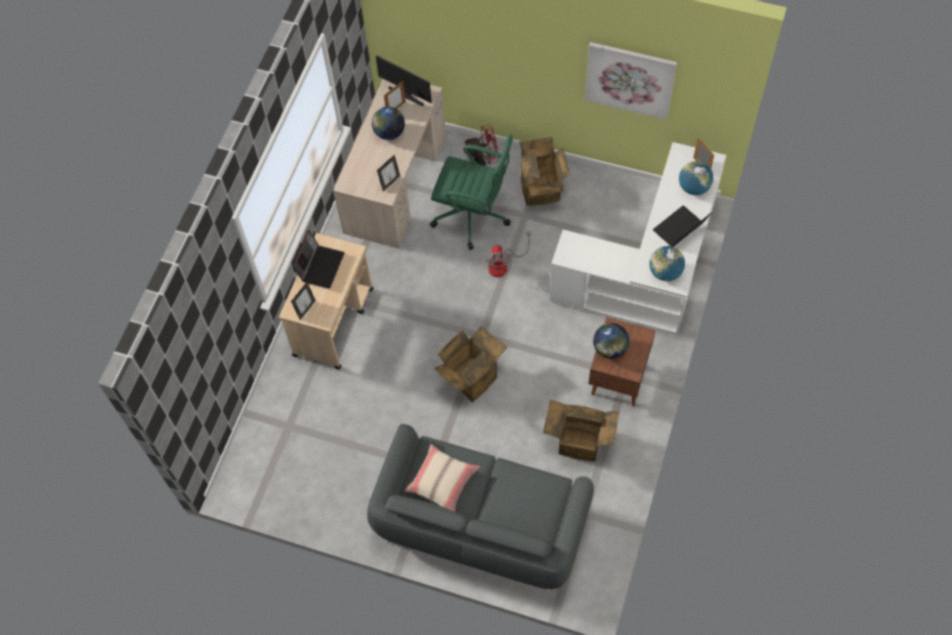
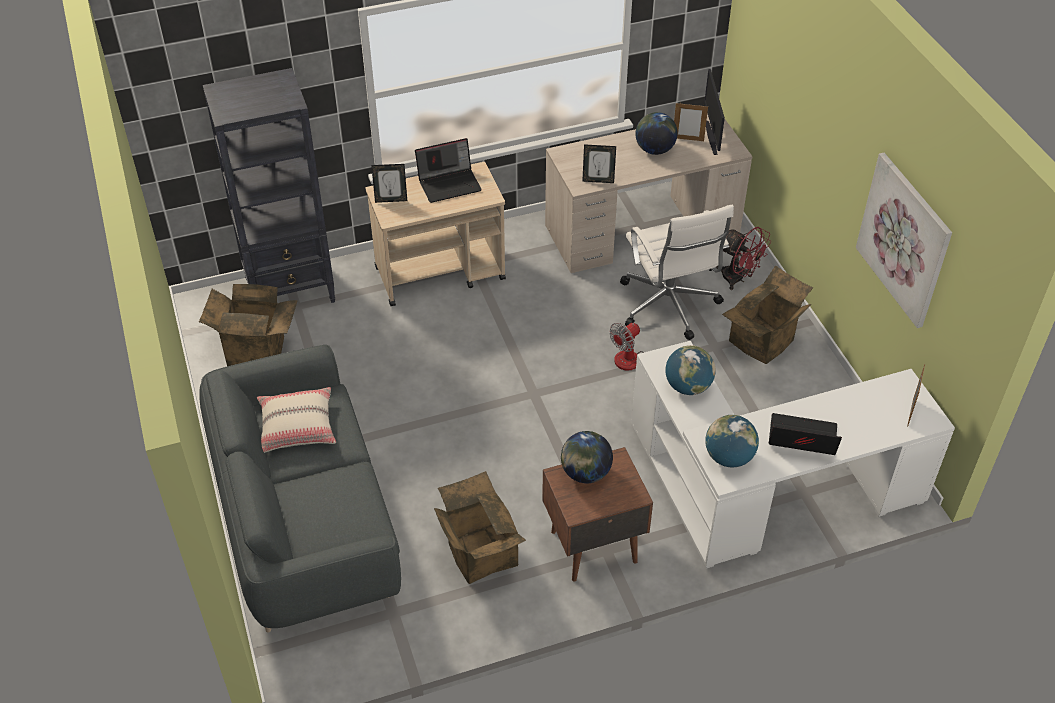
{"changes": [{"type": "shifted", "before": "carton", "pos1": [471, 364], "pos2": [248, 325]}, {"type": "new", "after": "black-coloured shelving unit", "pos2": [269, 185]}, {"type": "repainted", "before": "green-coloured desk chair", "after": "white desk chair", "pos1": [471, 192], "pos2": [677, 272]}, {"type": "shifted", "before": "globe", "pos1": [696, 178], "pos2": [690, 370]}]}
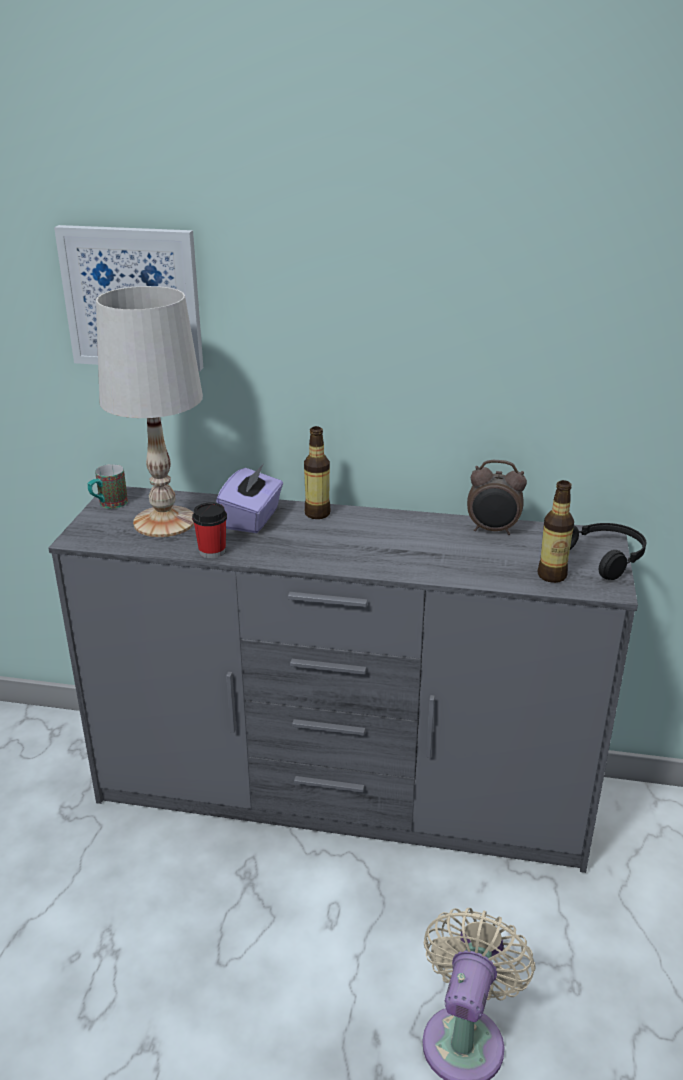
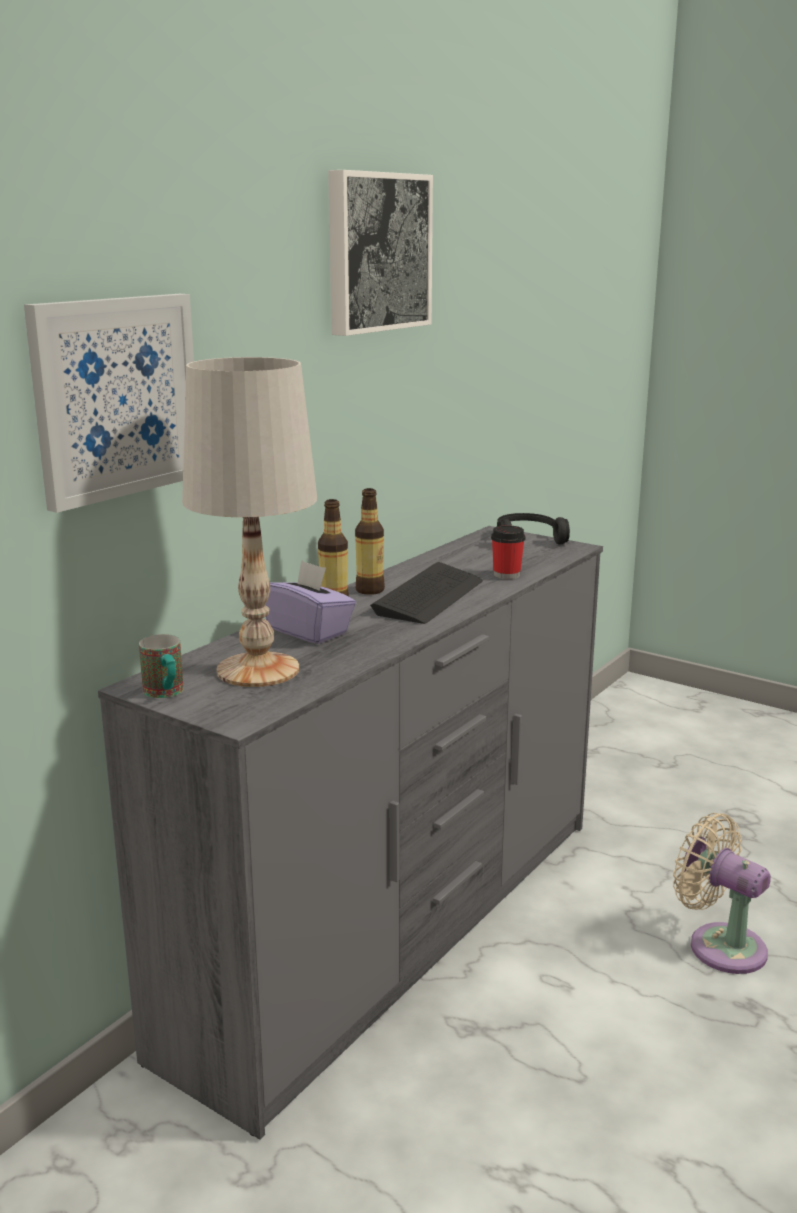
{"changes": [{"type": "new", "after": "picture", "pos2": [380, 253]}, {"type": "shifted", "before": "drink bottle", "pos1": [556, 531], "pos2": [370, 541]}, {"type": "new", "after": "computer keyboard", "pos2": [426, 593]}, {"type": "shifted", "before": "drinking cup", "pos1": [209, 530], "pos2": [508, 552]}, {"type": "gone", "before": "alarm clock", "pos1": [497, 497]}]}
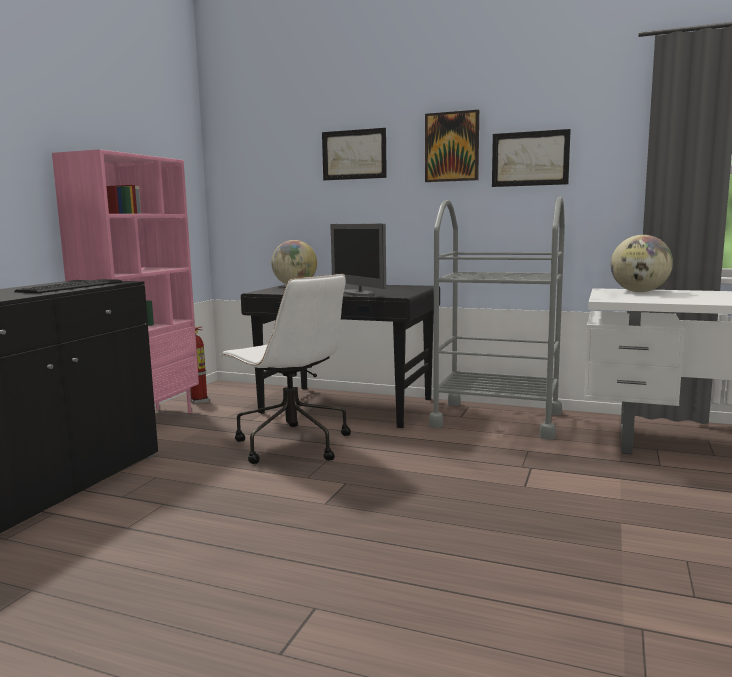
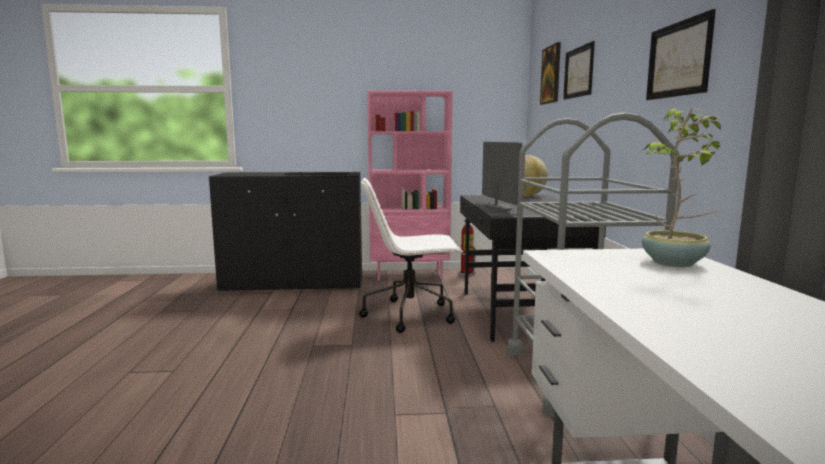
{"changes": [{"type": "rotated", "before": "white desk chair", "pos1": [285, 369], "pos2": [411, 255], "turn": 60}, {"type": "rotated", "before": "monitor", "pos1": [358, 259], "pos2": [502, 176], "turn": 135}, {"type": "shifted", "before": "picture", "pos1": [452, 146], "pos2": [550, 73]}, {"type": "swapped", "before": "globe", "after": "potted plant", "pos1": [641, 263], "pos2": [683, 187]}]}
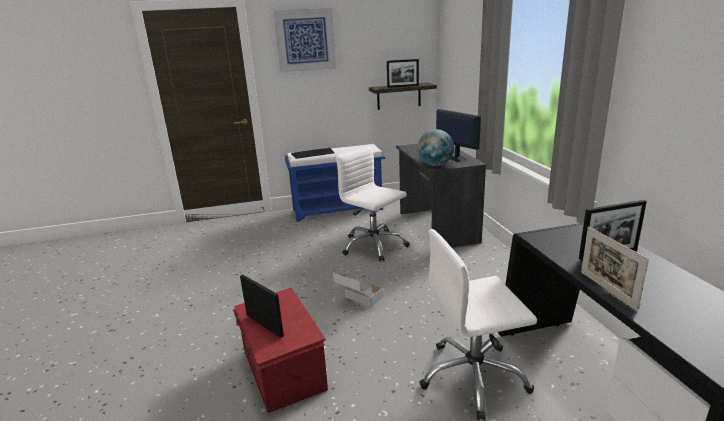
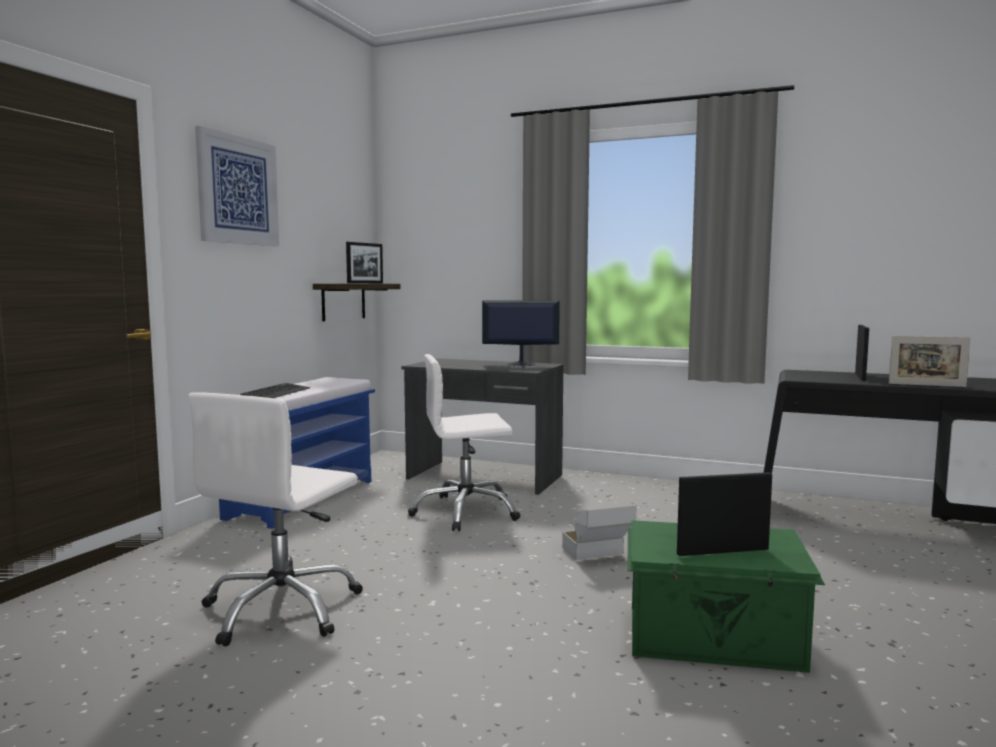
{"changes": [{"type": "shifted", "before": "white desk chair", "pos1": [478, 324], "pos2": [275, 519]}, {"type": "repainted", "before": "red storage bin", "after": "green-coloured storage bin", "pos1": [280, 350], "pos2": [726, 596]}, {"type": "gone", "before": "globe", "pos1": [435, 147]}]}
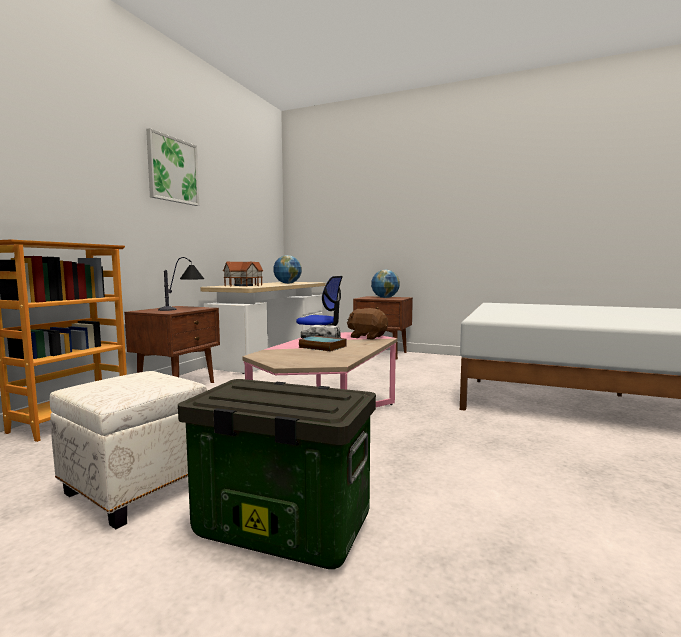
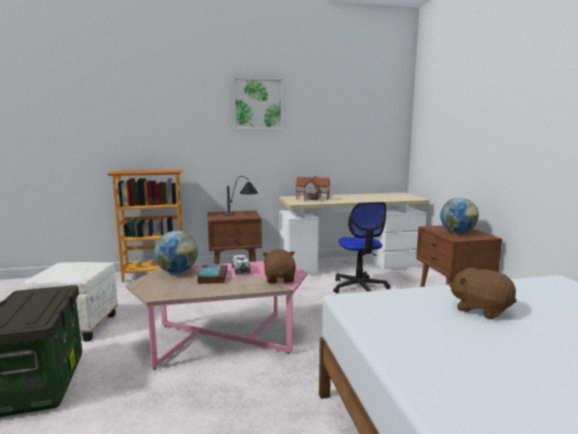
{"changes": [{"type": "shifted", "before": "globe", "pos1": [287, 269], "pos2": [176, 252]}, {"type": "new", "after": "brown soft toy", "pos2": [482, 293]}]}
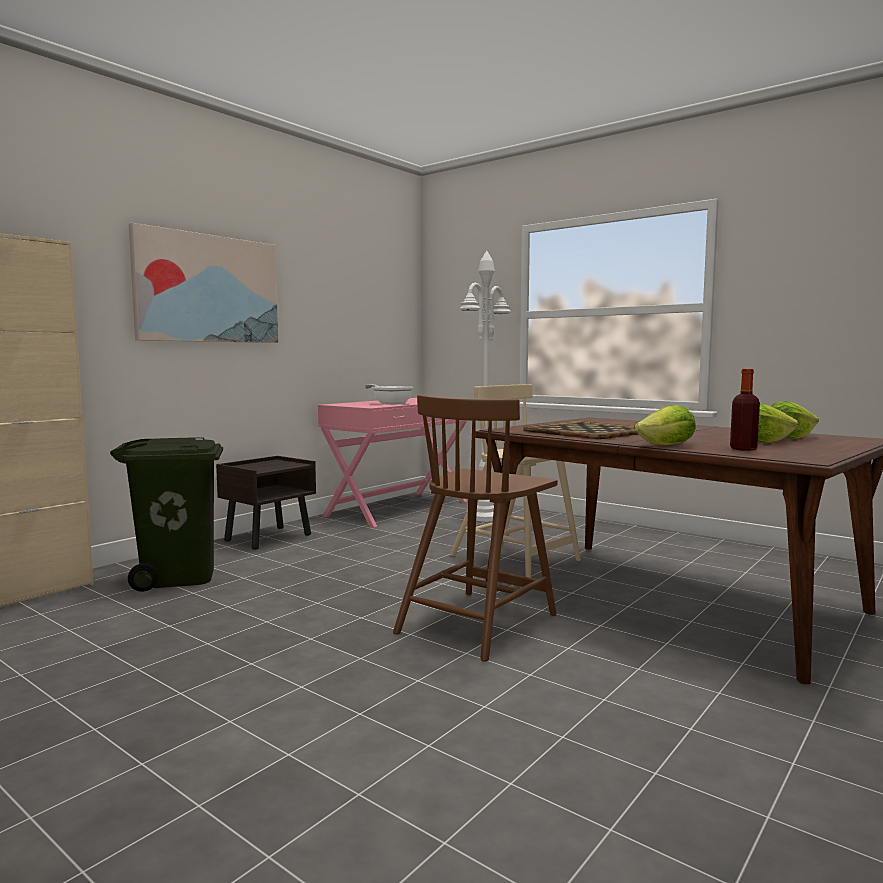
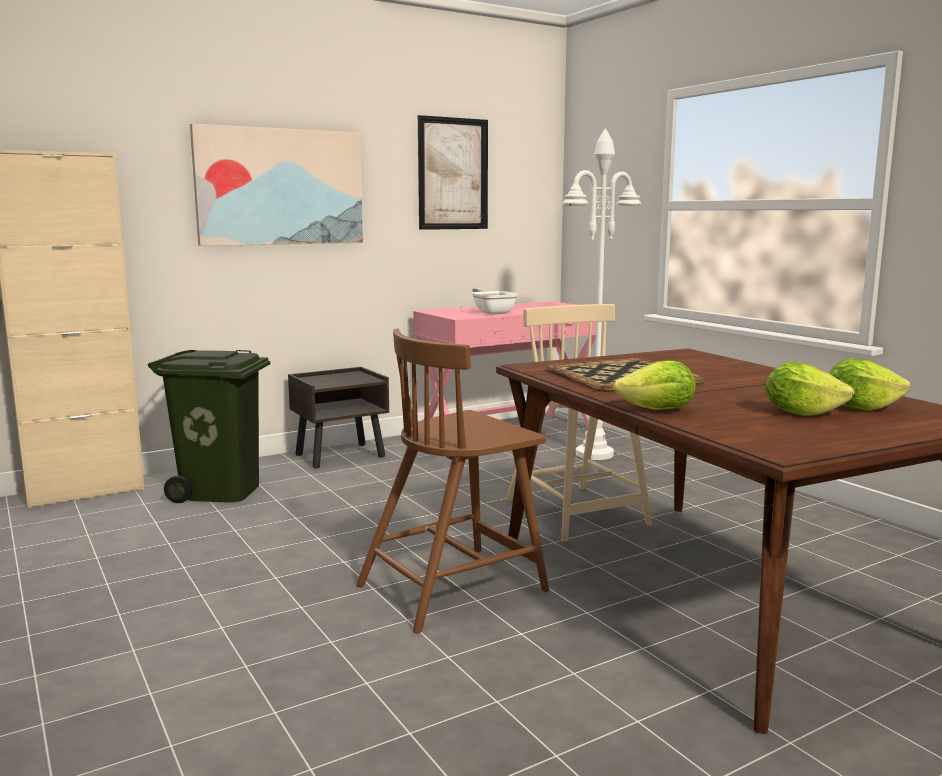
{"changes": [{"type": "new", "after": "picture", "pos2": [453, 172]}, {"type": "gone", "before": "drink bottle", "pos1": [745, 410]}]}
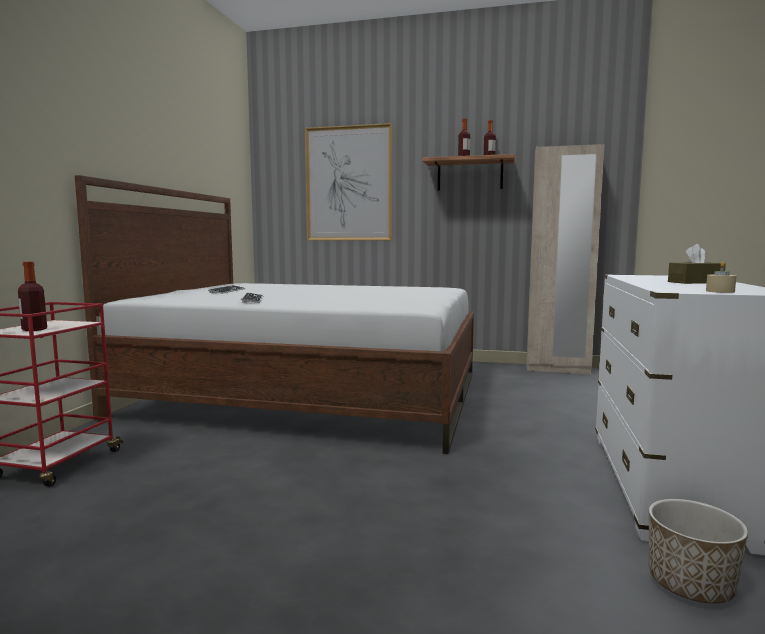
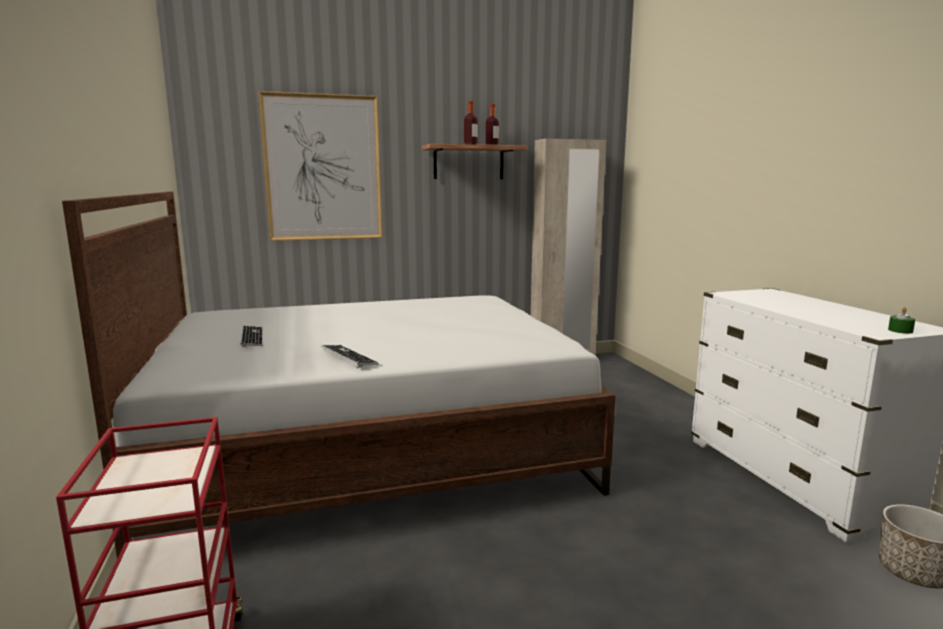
{"changes": [{"type": "repainted", "before": "beige wax light", "after": "green-coloured wax light", "pos1": [721, 277], "pos2": [901, 320]}, {"type": "gone", "before": "drink bottle", "pos1": [32, 296]}, {"type": "gone", "before": "brown tissue holder", "pos1": [697, 264]}]}
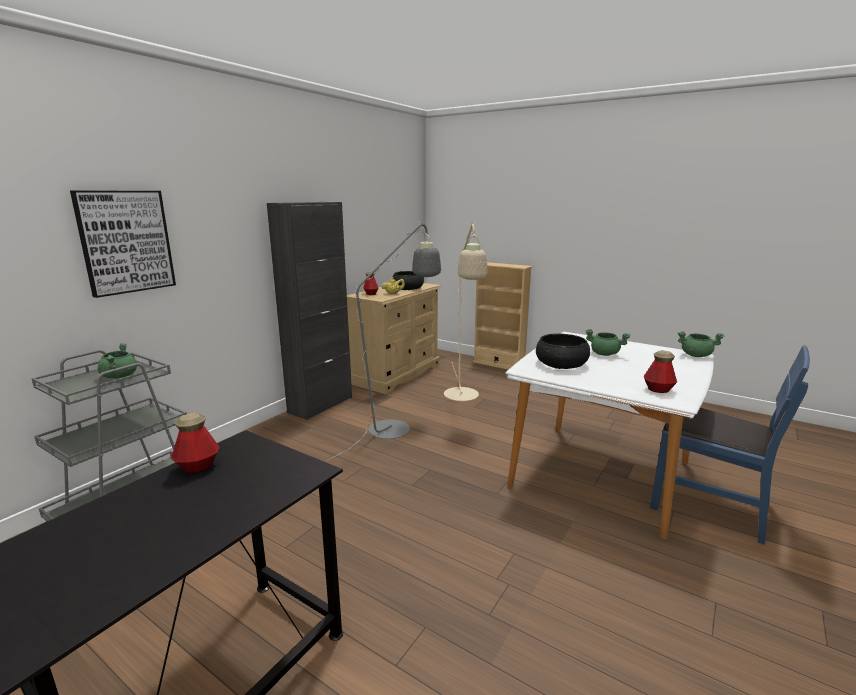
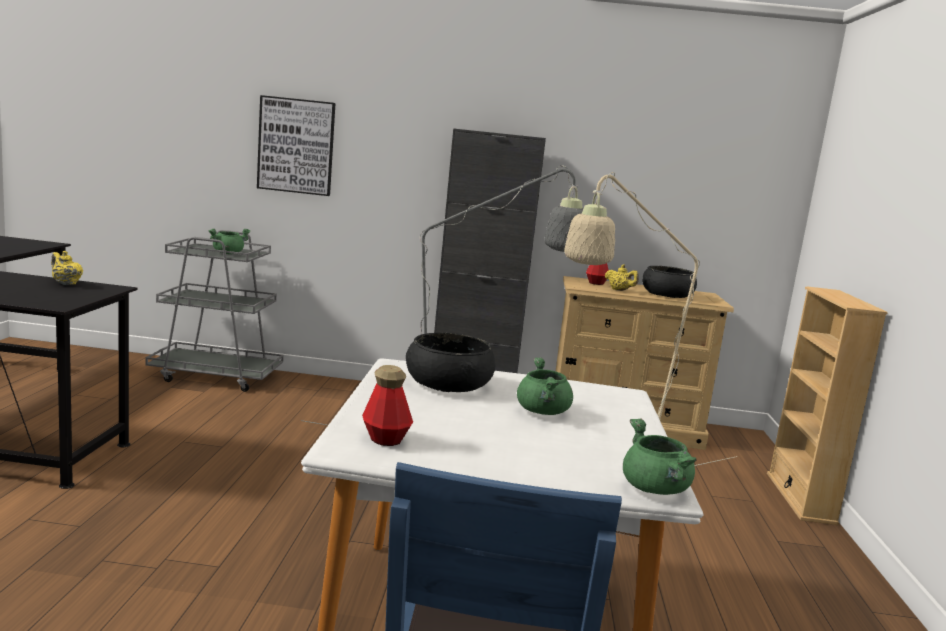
{"changes": [{"type": "swapped", "before": "drink bottle", "after": "yellow tea pot", "pos1": [195, 443], "pos2": [67, 268]}]}
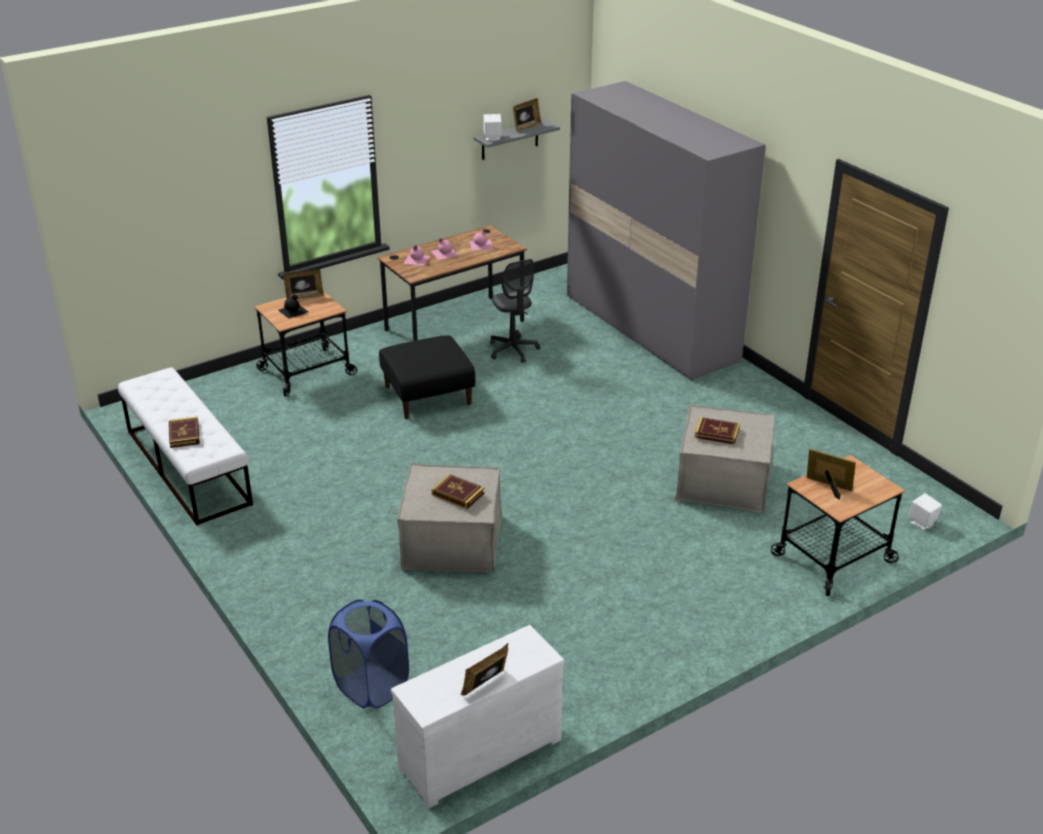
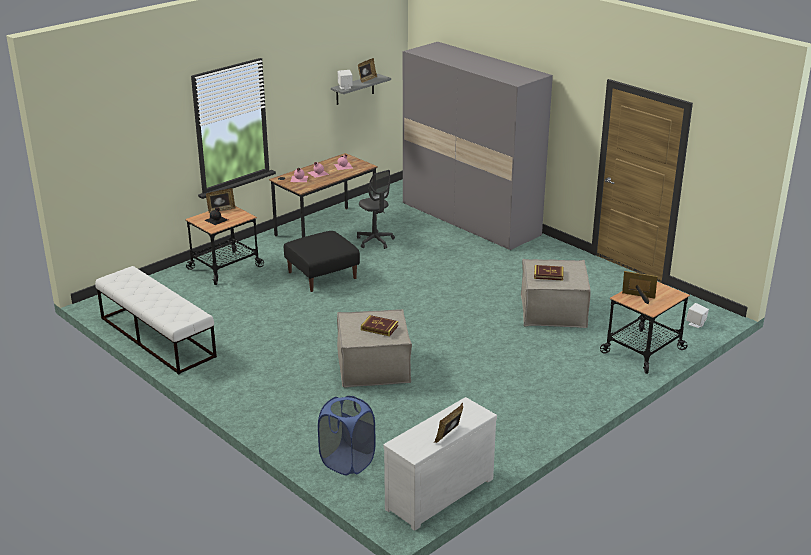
{"changes": [{"type": "gone", "before": "bound book", "pos1": [184, 432]}]}
